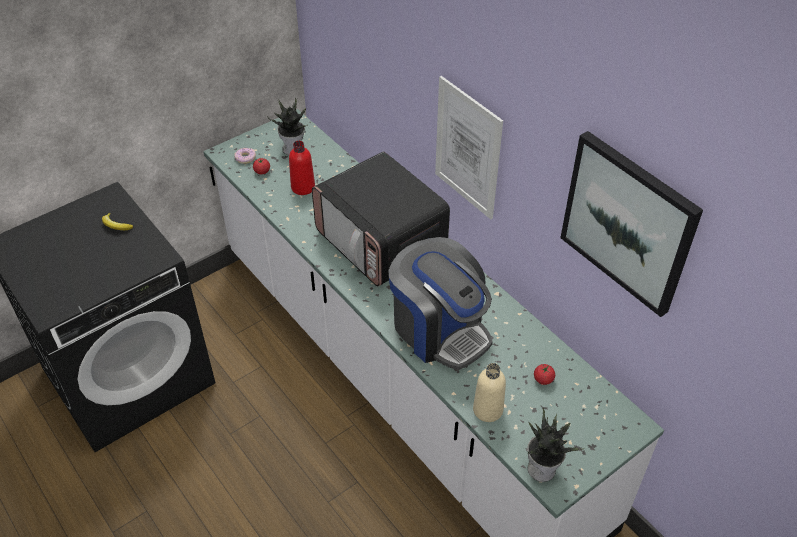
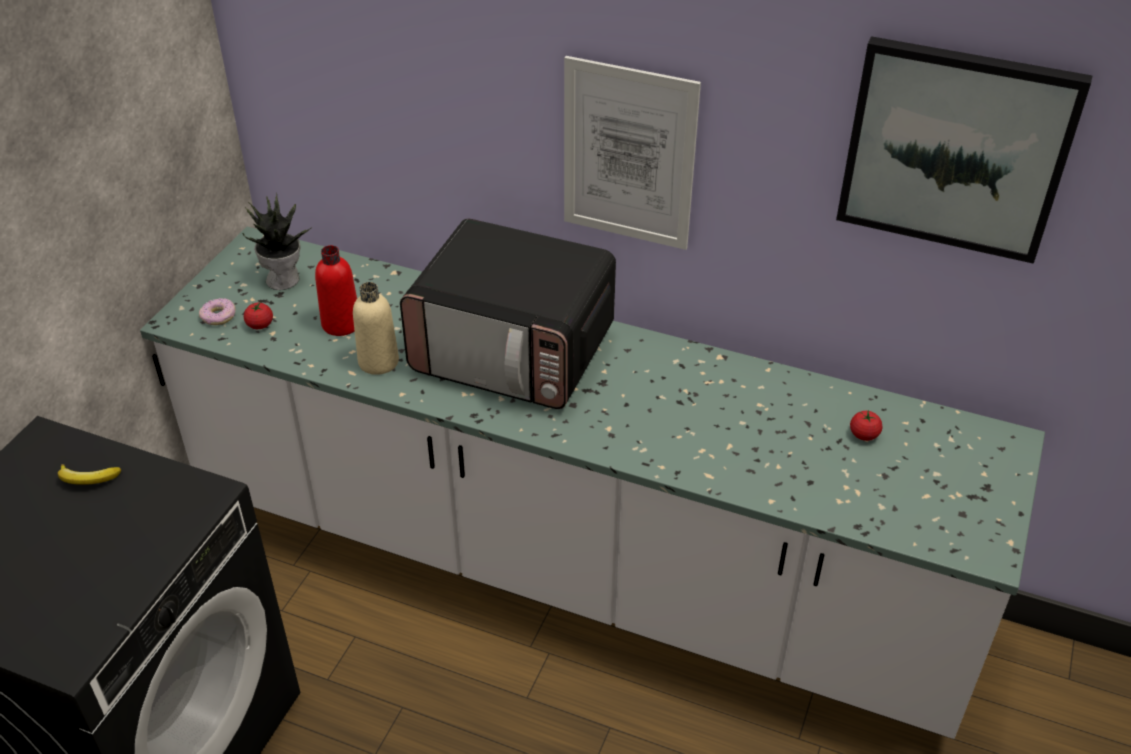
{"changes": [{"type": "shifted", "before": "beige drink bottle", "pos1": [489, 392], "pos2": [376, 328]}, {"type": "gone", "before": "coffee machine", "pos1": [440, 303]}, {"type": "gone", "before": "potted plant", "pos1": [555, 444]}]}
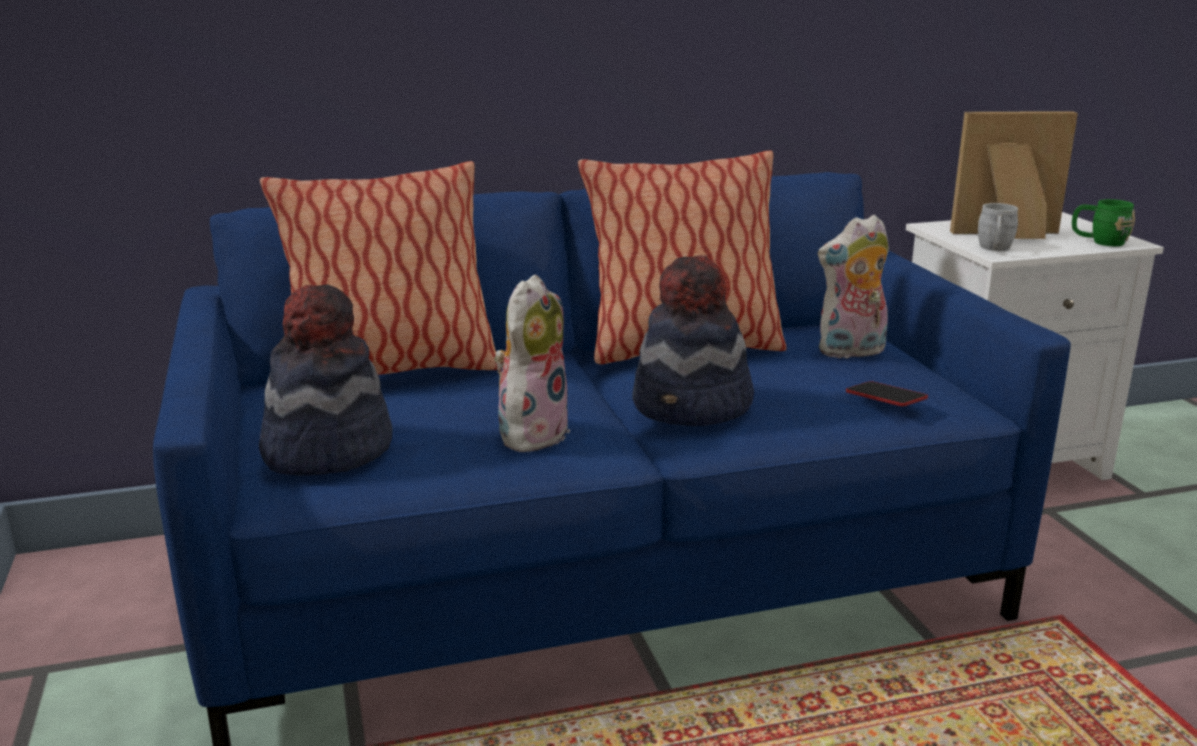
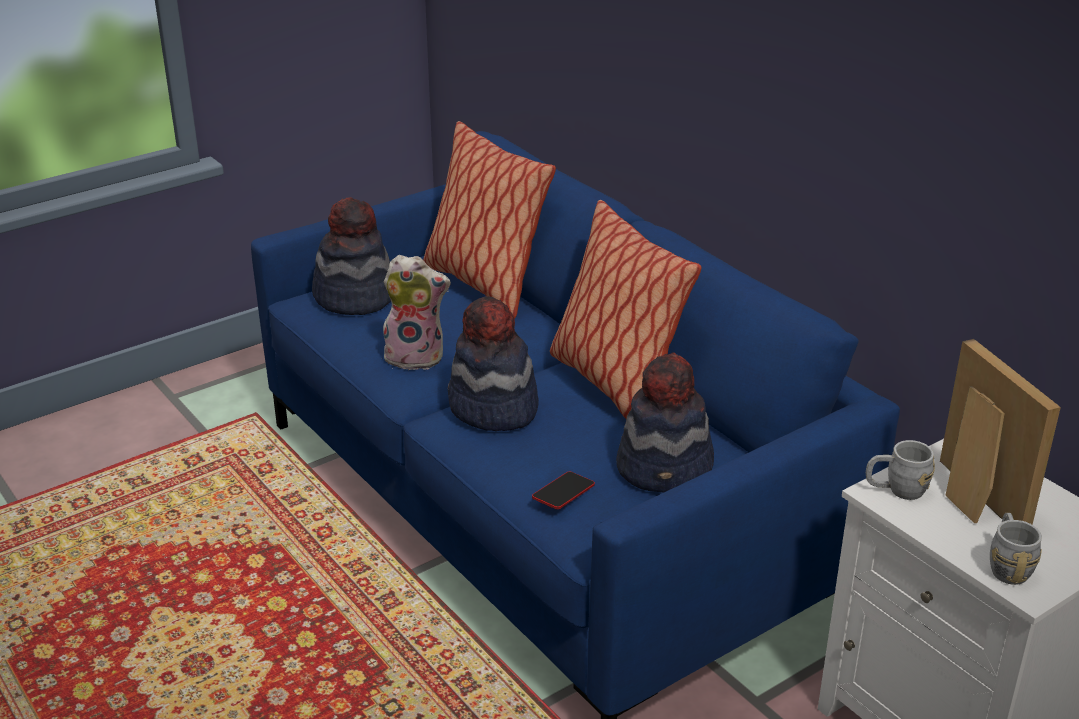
{"changes": [{"type": "swapped", "before": "soft toy", "after": "hat", "pos1": [853, 286], "pos2": [665, 422]}, {"type": "repainted", "before": "green-coloured tea mug", "after": "greyish tea mug", "pos1": [1103, 222], "pos2": [1016, 549]}]}
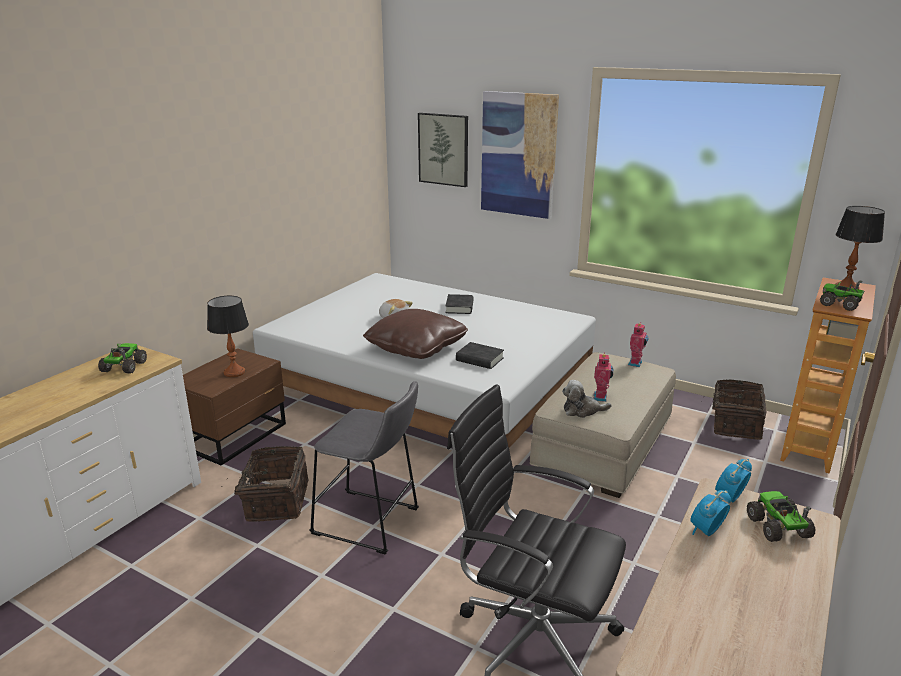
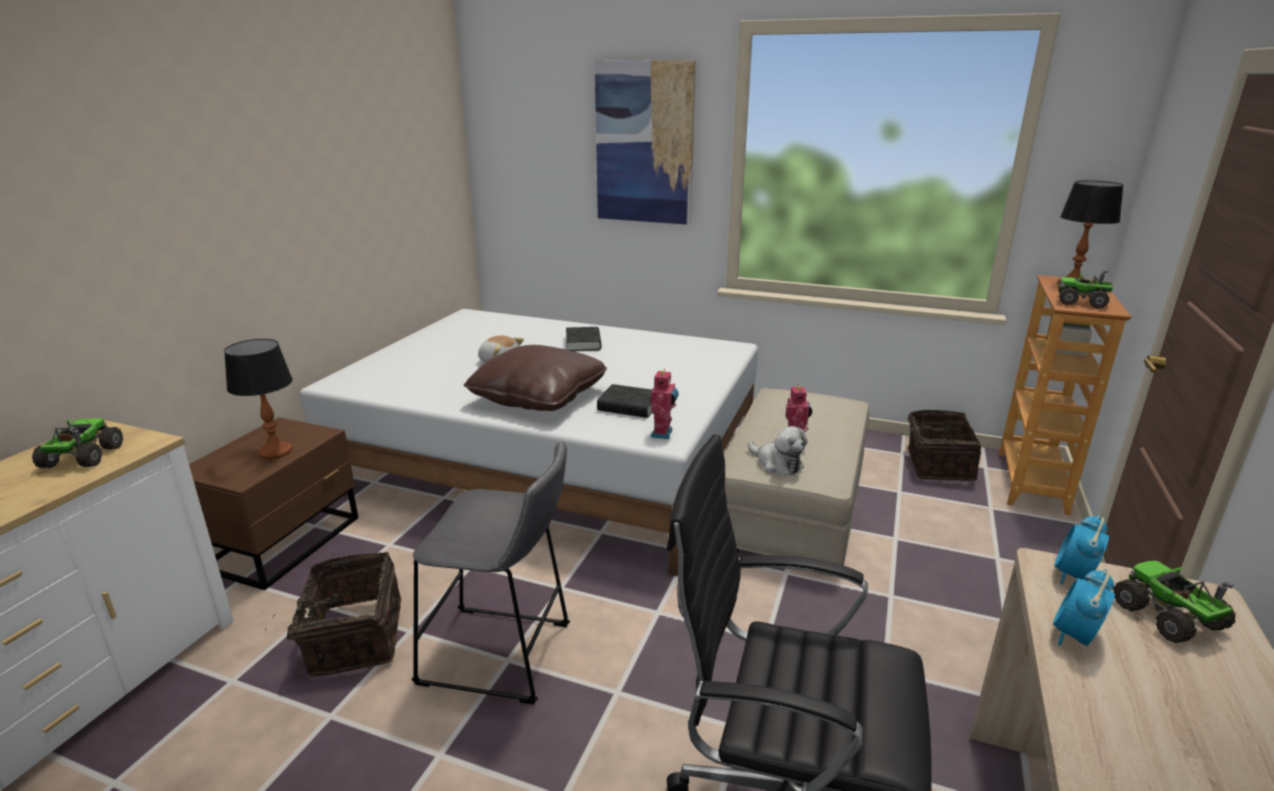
{"changes": [{"type": "shifted", "before": "robot figure", "pos1": [638, 344], "pos2": [664, 404]}, {"type": "rotated", "before": "soft toy", "pos1": [587, 399], "pos2": [777, 450], "turn": -120}, {"type": "gone", "before": "picture", "pos1": [443, 150]}]}
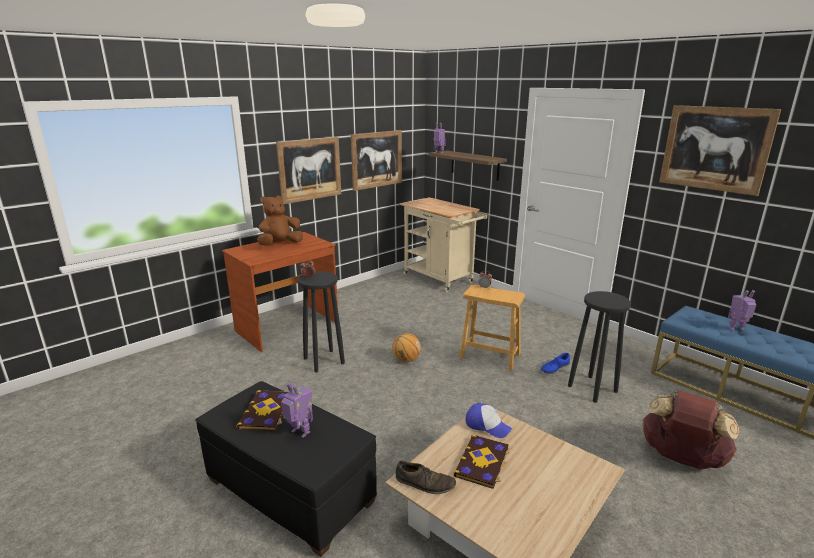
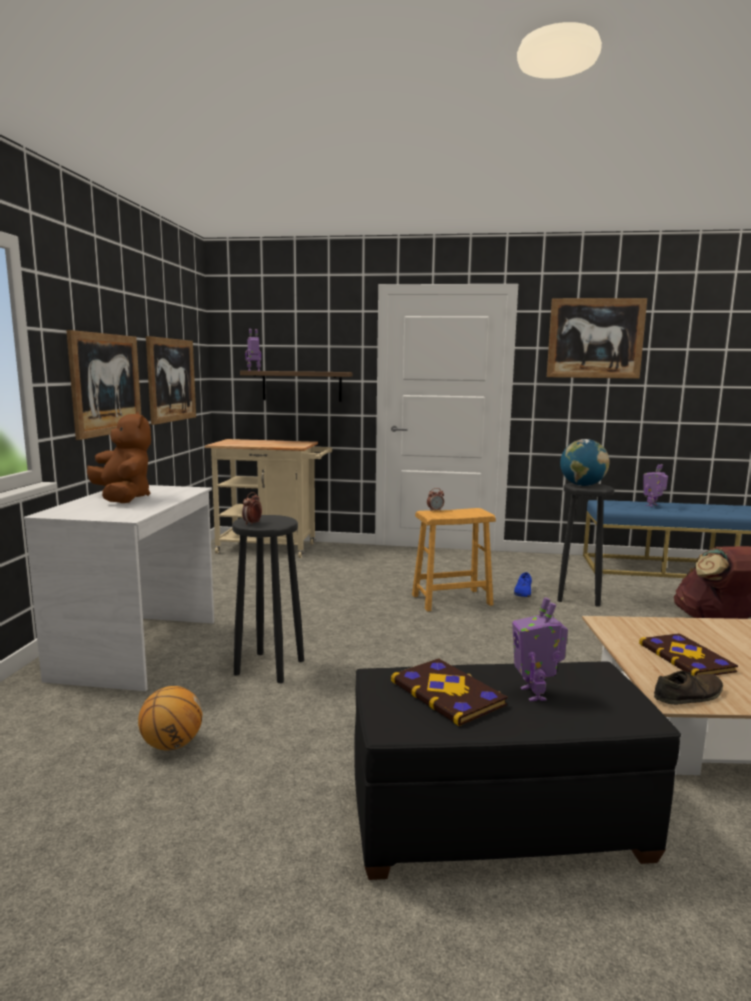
{"changes": [{"type": "repainted", "before": "brown desk unit", "after": "white desk unit", "pos1": [280, 292], "pos2": [119, 588]}, {"type": "rotated", "before": "brown soft toy", "pos1": [280, 220], "pos2": [119, 457], "turn": 135}, {"type": "shifted", "before": "basketball ball", "pos1": [406, 347], "pos2": [170, 718]}, {"type": "rotated", "before": "robot figure", "pos1": [297, 410], "pos2": [540, 649], "turn": -90}, {"type": "new", "after": "globe", "pos2": [585, 462]}, {"type": "gone", "before": "cap", "pos1": [488, 420]}]}
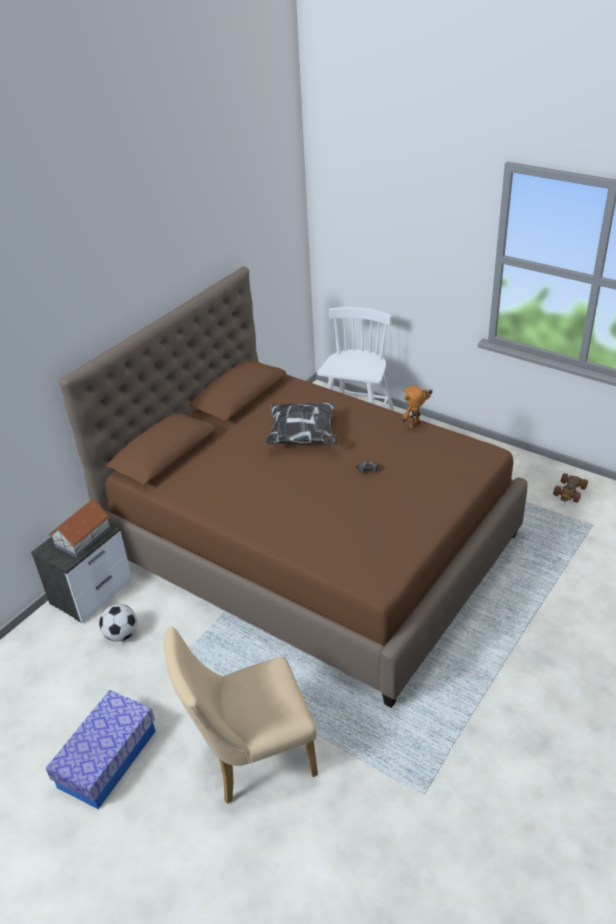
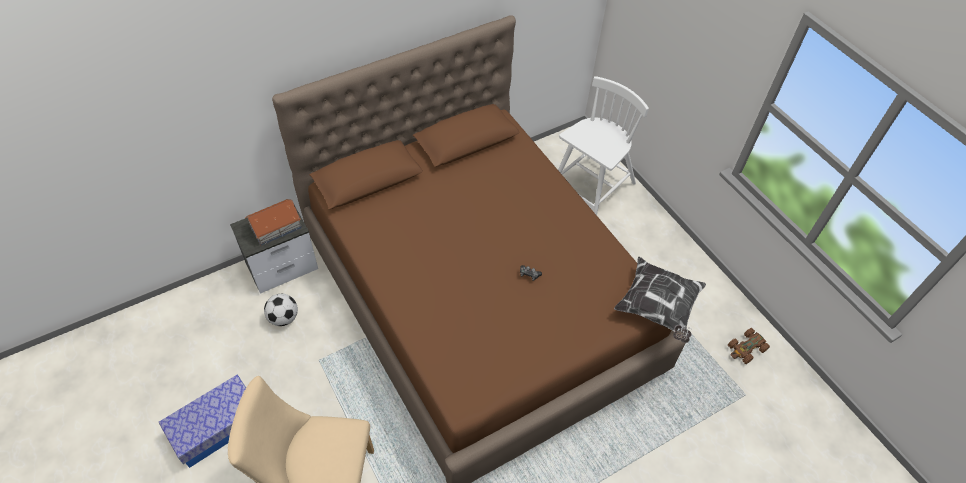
{"changes": [{"type": "shifted", "before": "cushion", "pos1": [301, 424], "pos2": [660, 300]}, {"type": "gone", "before": "robot figure", "pos1": [418, 406]}]}
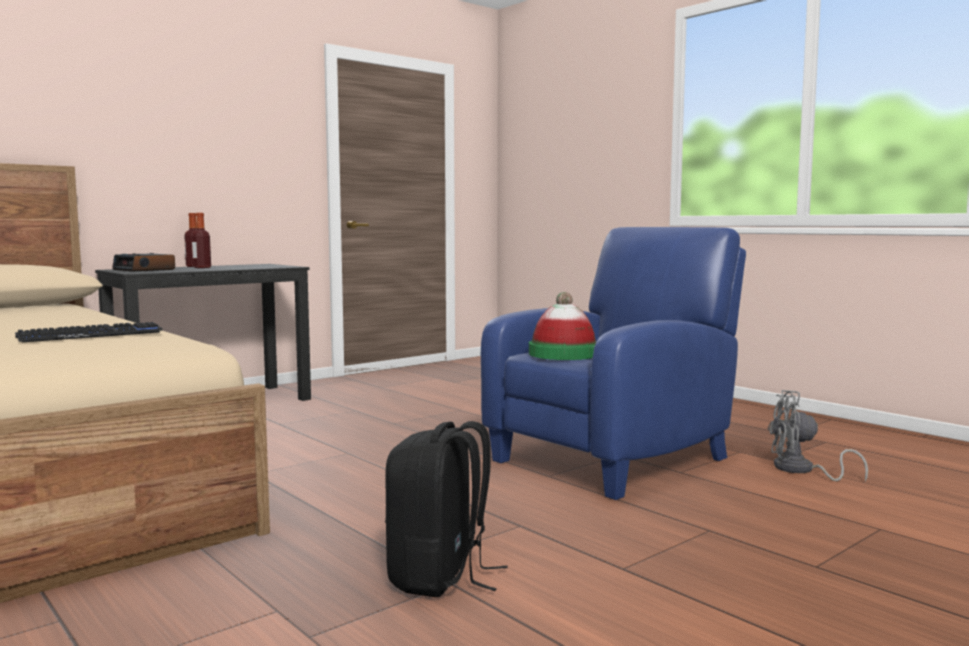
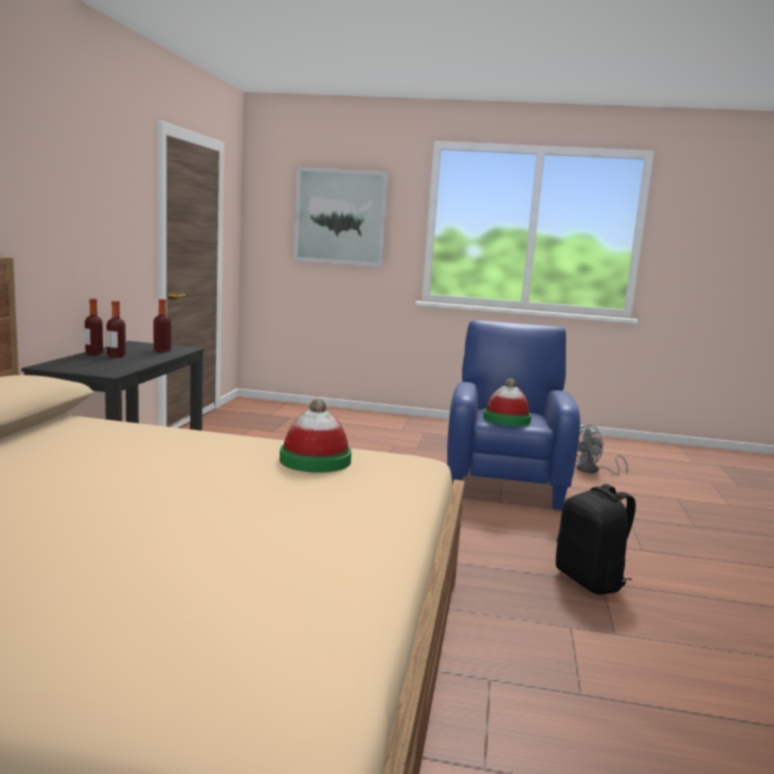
{"changes": [{"type": "new", "after": "drink bottle", "pos2": [162, 325]}, {"type": "swapped", "before": "computer keyboard", "after": "hat", "pos1": [89, 332], "pos2": [316, 436]}, {"type": "new", "after": "picture", "pos2": [341, 217]}, {"type": "gone", "before": "alarm clock", "pos1": [143, 262]}]}
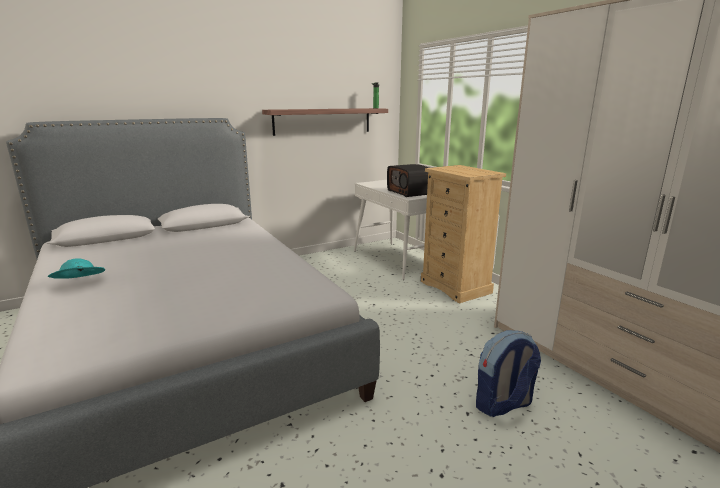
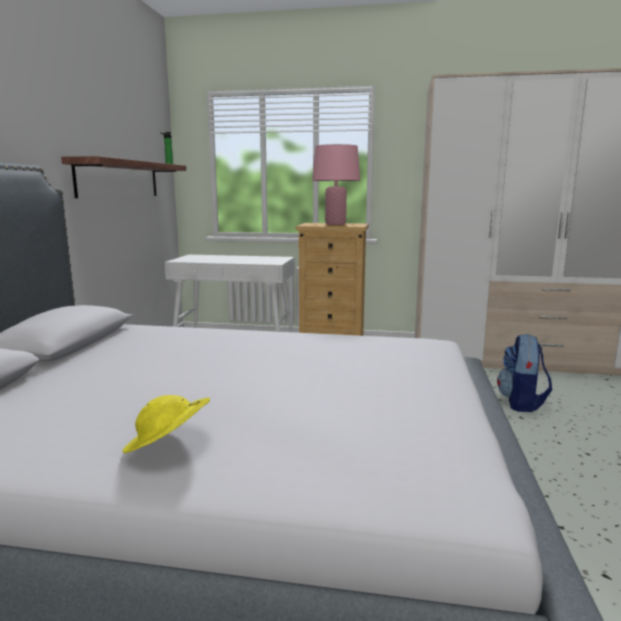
{"changes": [{"type": "repainted", "before": "blue-green hat", "after": "yellow hat", "pos1": [76, 268], "pos2": [166, 424]}, {"type": "new", "after": "pink-coloured table lamp", "pos2": [336, 184]}, {"type": "gone", "before": "radio receiver", "pos1": [408, 180]}]}
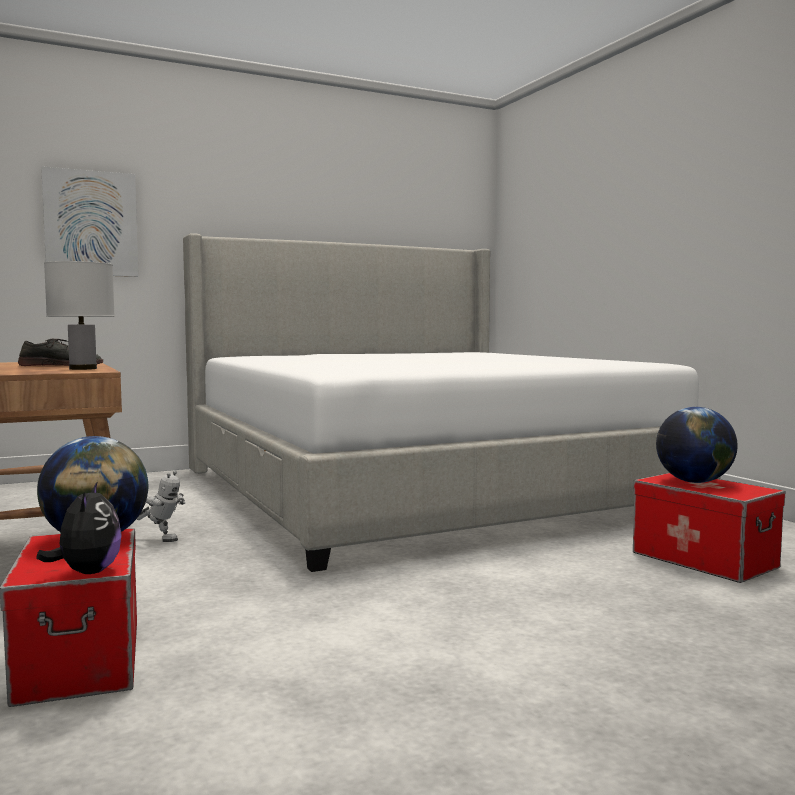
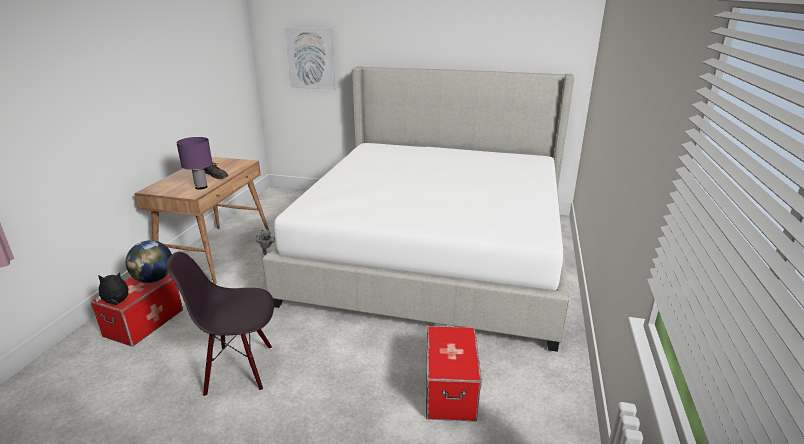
{"changes": [{"type": "rotated", "before": "soft toy", "pos1": [79, 527], "pos2": [111, 288], "turn": -135}, {"type": "new", "after": "black-coloured chair", "pos2": [220, 324]}, {"type": "repainted", "before": "white table lamp", "after": "purplish table lamp", "pos1": [79, 315], "pos2": [194, 163]}, {"type": "gone", "before": "globe", "pos1": [697, 445]}]}
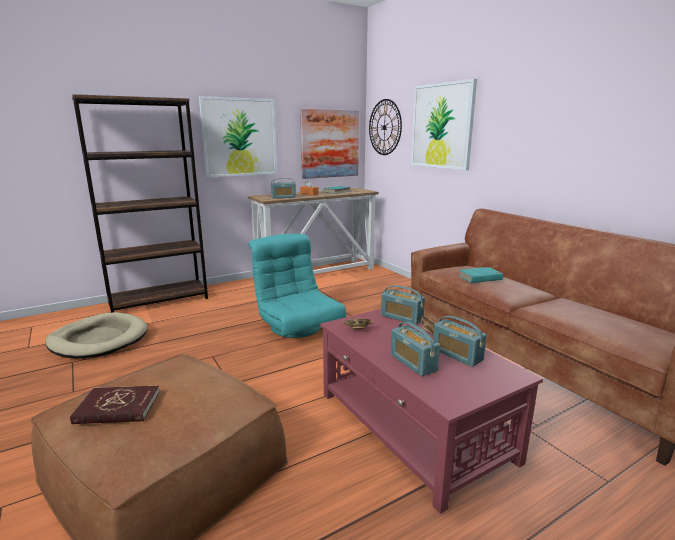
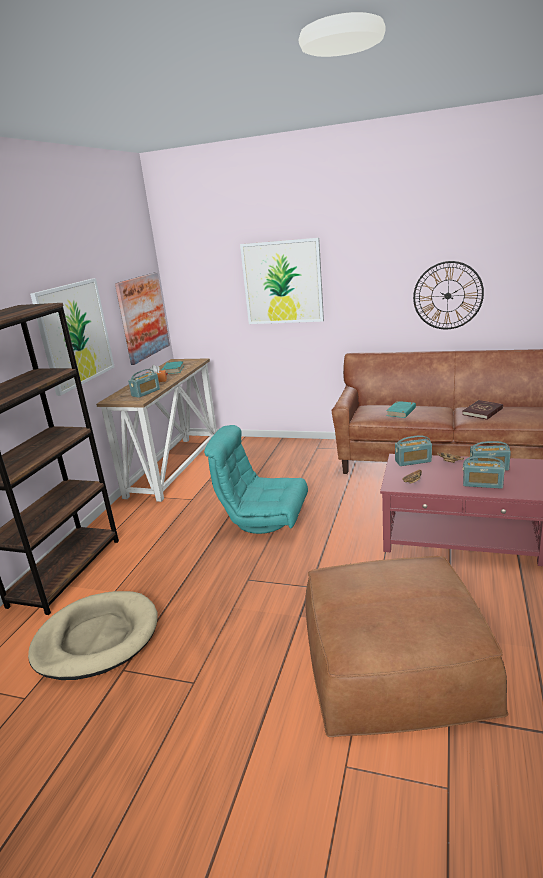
{"changes": [{"type": "shifted", "before": "wall clock", "pos1": [385, 127], "pos2": [448, 295]}, {"type": "shifted", "before": "red bound book", "pos1": [115, 404], "pos2": [482, 410]}]}
